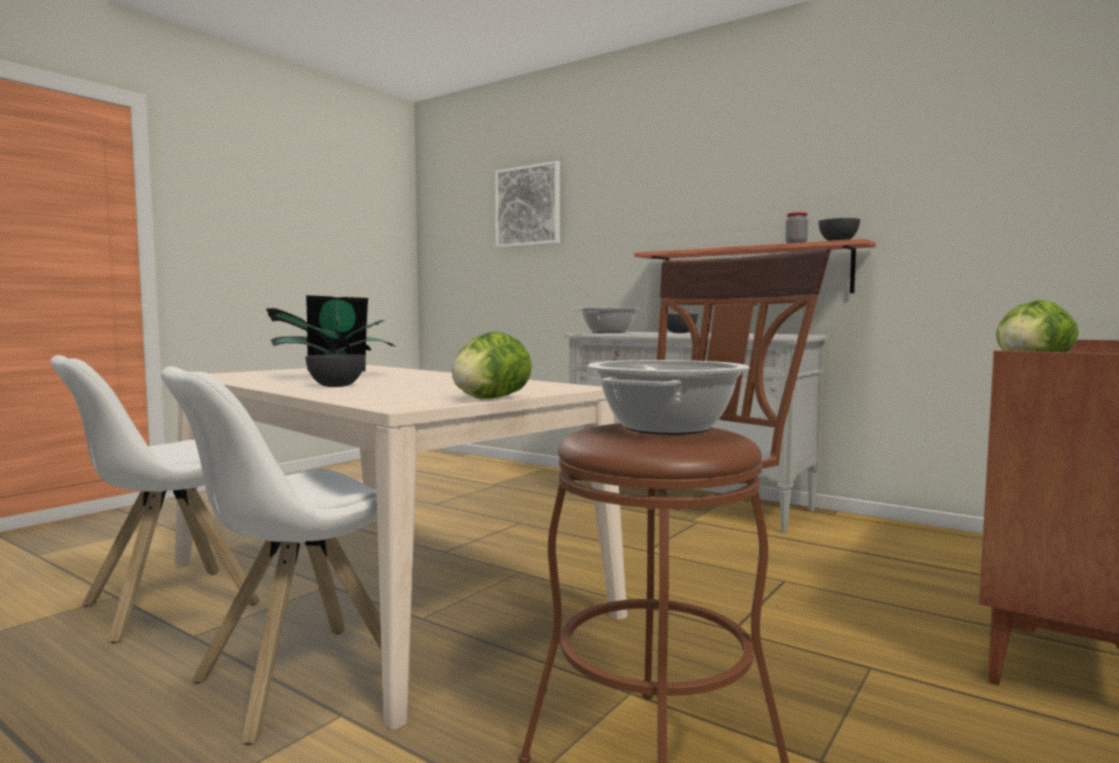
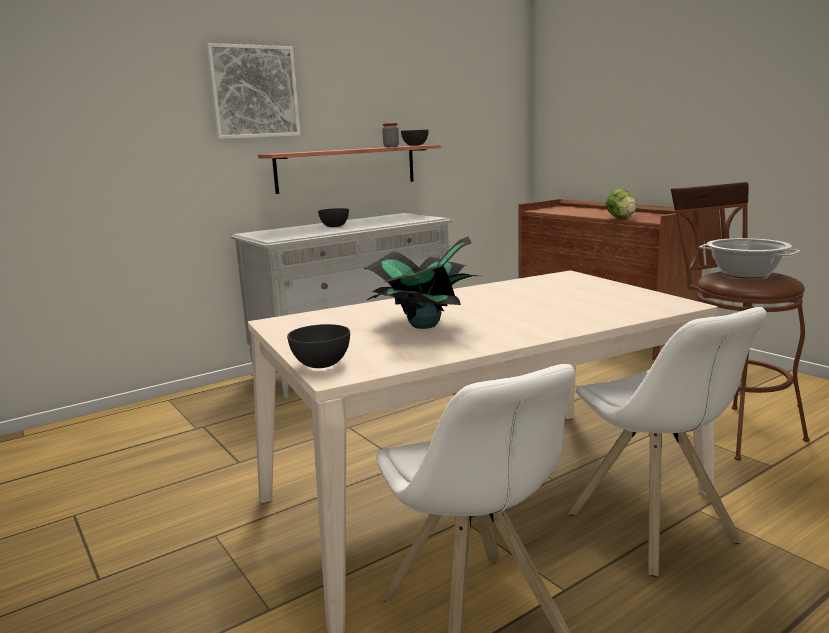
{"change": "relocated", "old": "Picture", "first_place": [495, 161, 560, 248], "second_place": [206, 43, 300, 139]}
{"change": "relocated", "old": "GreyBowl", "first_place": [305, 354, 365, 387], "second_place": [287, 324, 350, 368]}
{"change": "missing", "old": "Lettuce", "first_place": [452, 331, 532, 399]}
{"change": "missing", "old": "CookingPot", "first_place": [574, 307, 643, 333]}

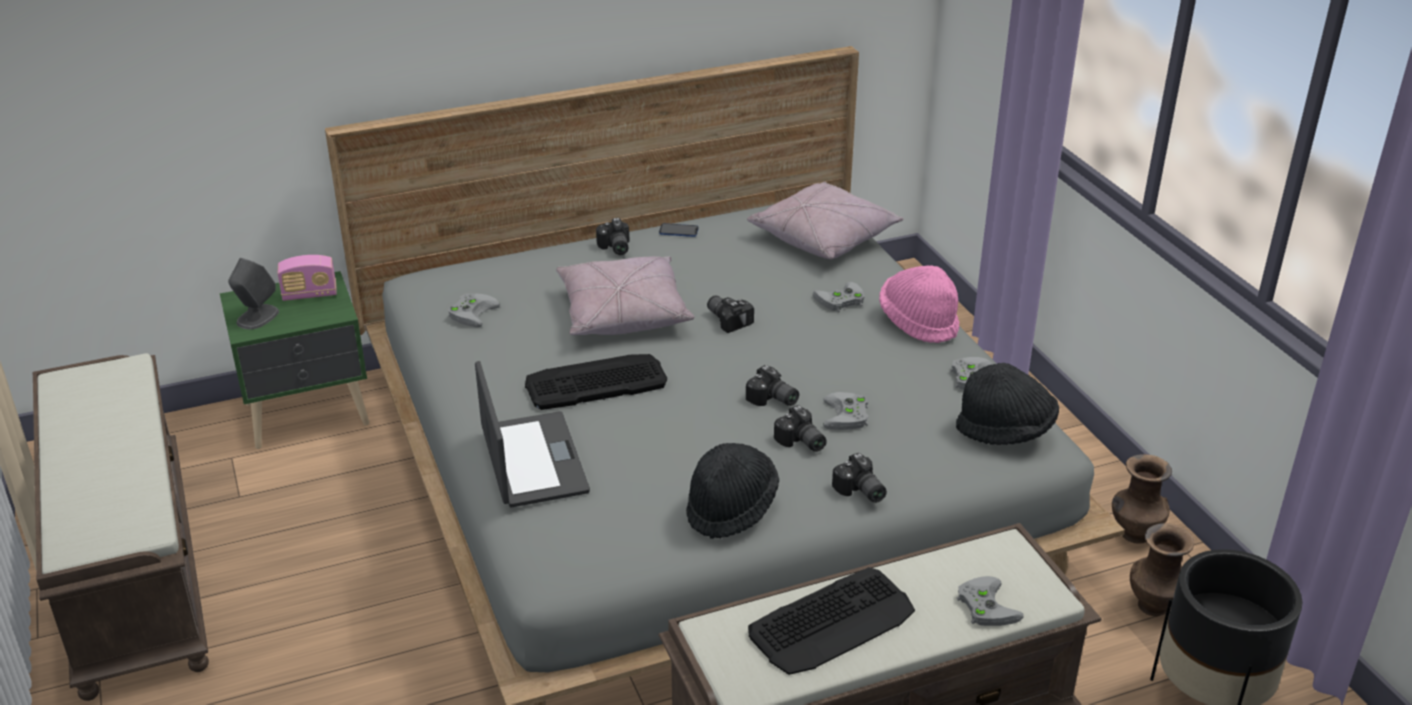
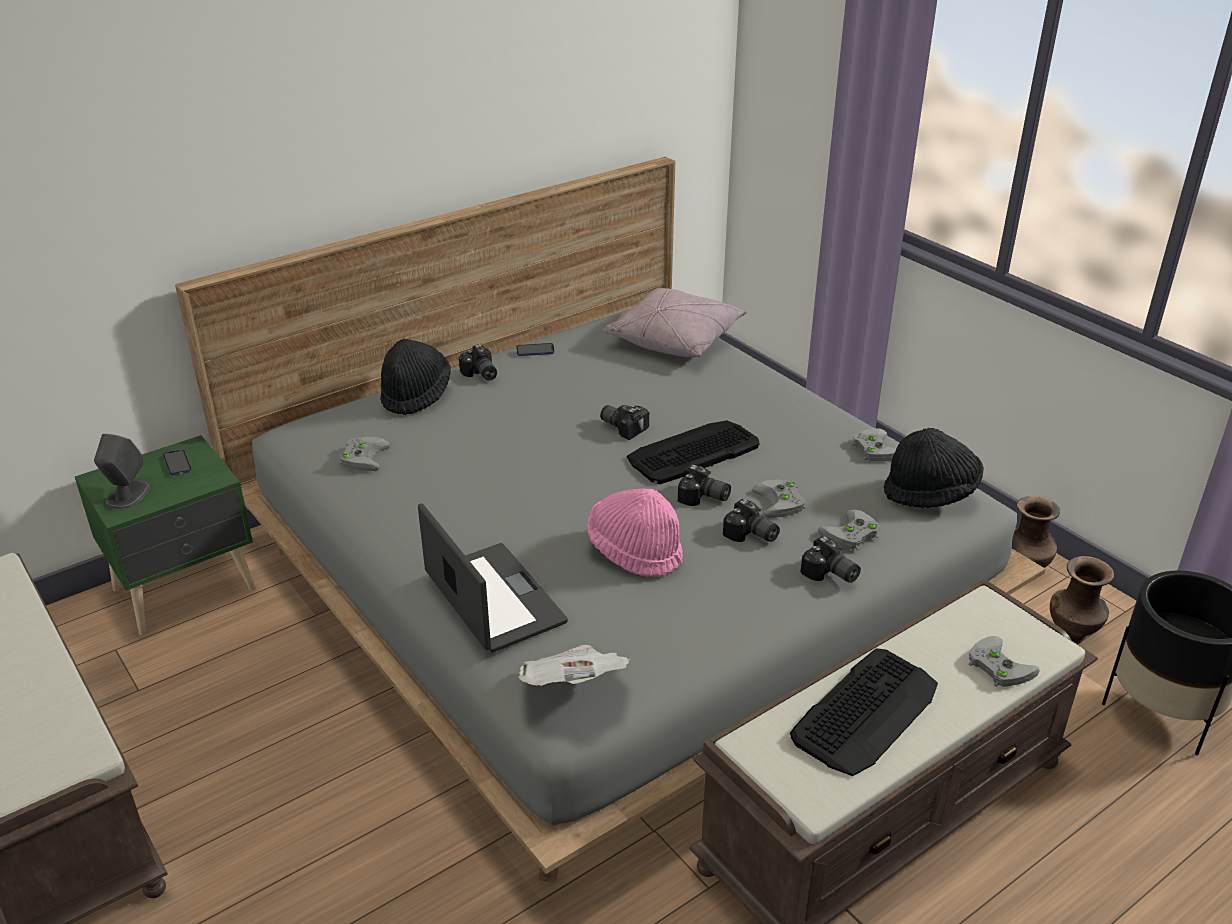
{"change": "exchanged", "old": "Radio", "new": "Phone", "first_place": [277, 255, 337, 301], "second_place": [163, 450, 192, 475]}
{"change": "relocated", "old": "BlackHat", "first_place": [686, 443, 779, 539], "second_place": [381, 339, 451, 415]}
{"change": "appeared", "new": "Newspaper", "second_place": [519, 645, 630, 686]}
{"change": "relocated", "old": "PinkHat", "first_place": [879, 265, 959, 343], "second_place": [587, 488, 683, 577]}
{"change": "relocated", "old": "Keyboard", "first_place": [525, 354, 667, 410], "second_place": [627, 420, 760, 484]}
{"change": "relocated", "old": "GreyGameController", "first_place": [813, 282, 865, 312], "second_place": [818, 509, 880, 550]}
{"change": "missing", "old": "PurplePillow", "first_place": [556, 256, 694, 335]}

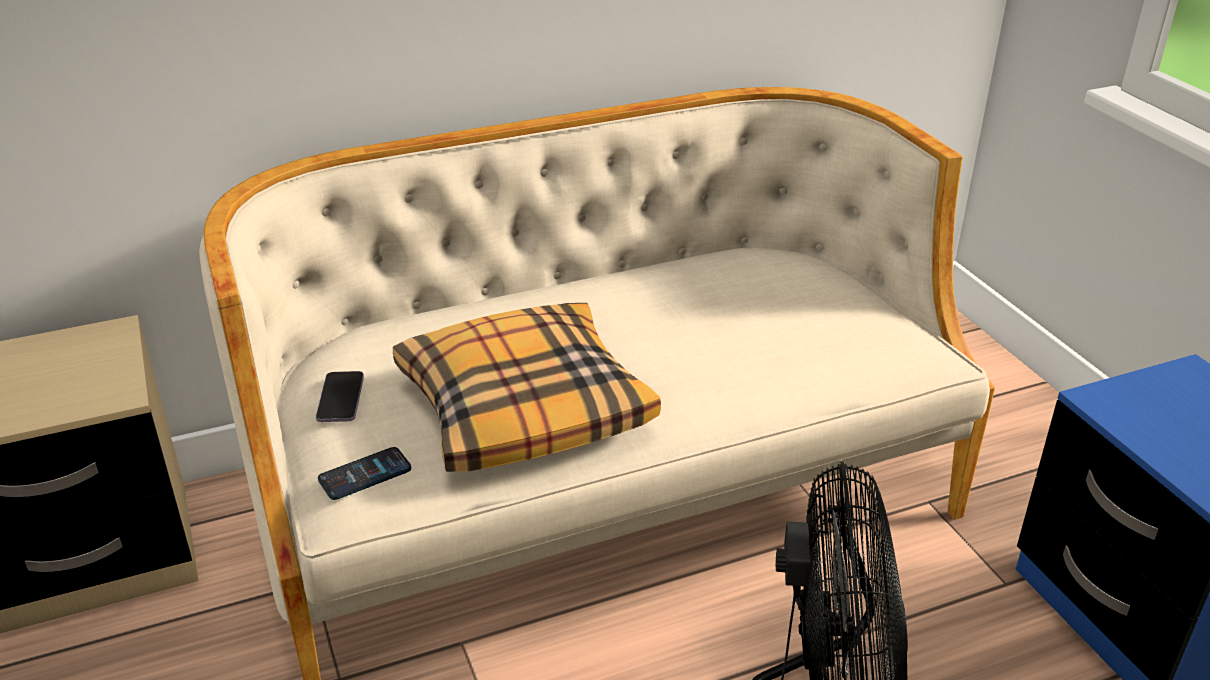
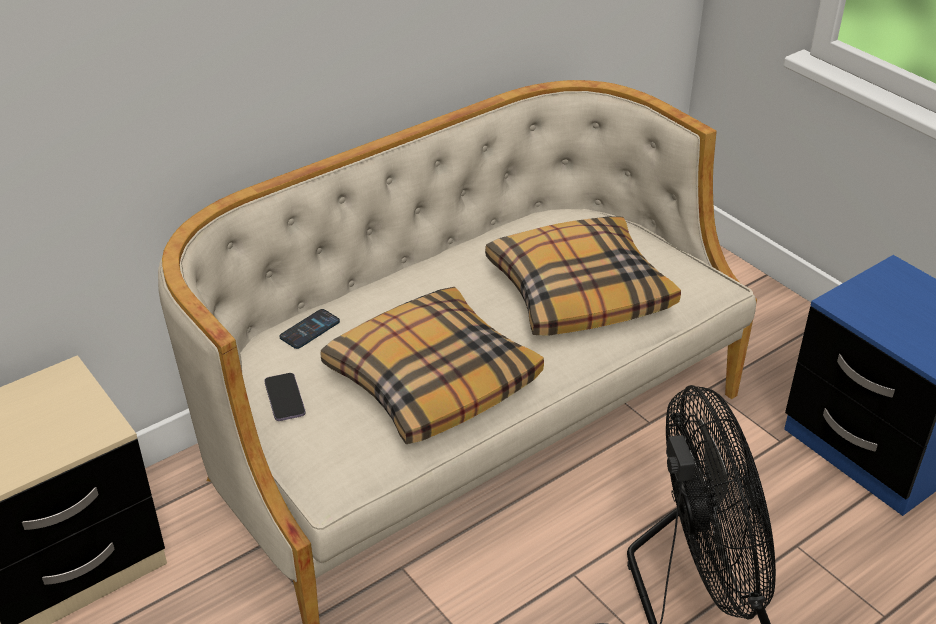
{"change": "relocated", "old": "Phone", "first_place": [318, 447, 411, 500], "second_place": [279, 309, 340, 349]}
{"change": "appeared", "new": "Pillow", "second_place": [485, 216, 681, 336]}

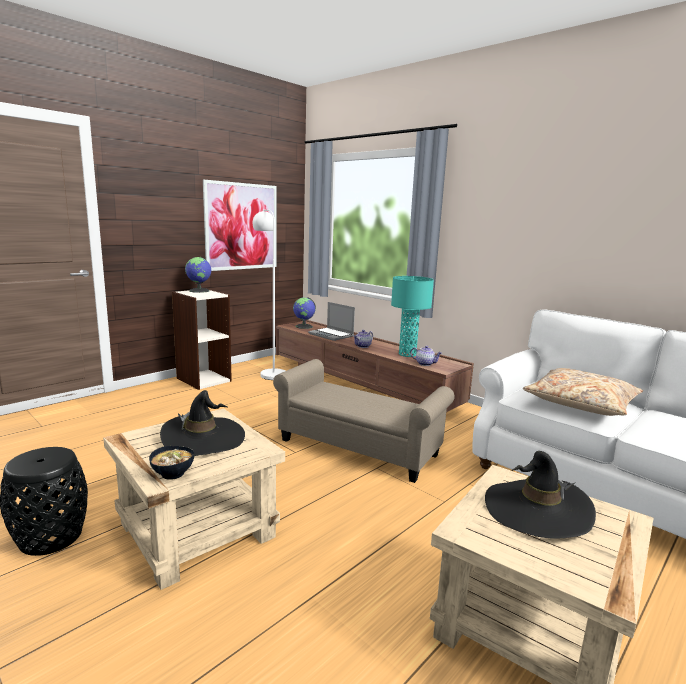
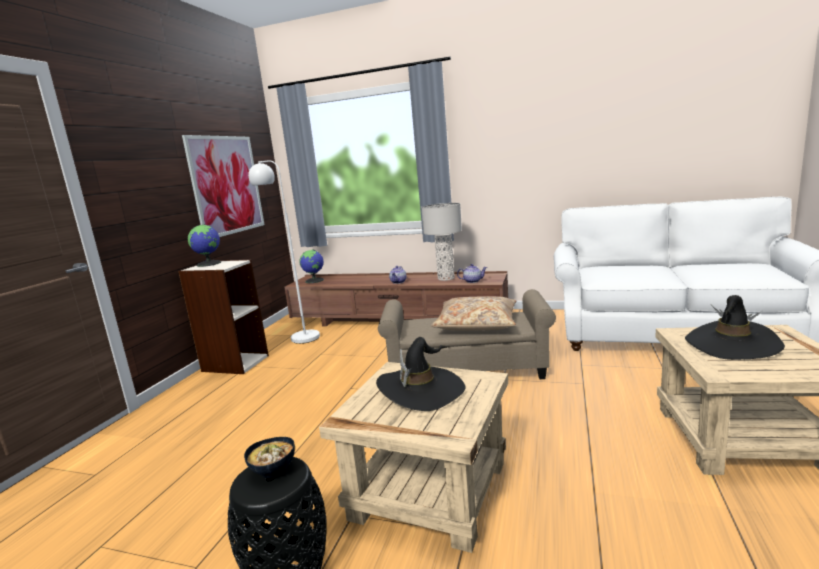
{"change": "relocated", "old": "Bowl", "first_place": [149, 446, 194, 480], "second_place": [244, 437, 295, 478]}
{"change": "colour", "old": "TurquoiseTableLamp", "new": "WhiteTableLamp", "first_place": [391, 276, 434, 357], "second_place": [421, 203, 462, 281]}
{"change": "relocated", "old": "BeigePillow", "first_place": [523, 368, 643, 416], "second_place": [431, 296, 516, 331]}
{"change": "missing", "old": "Laptop", "first_place": [308, 302, 355, 341]}

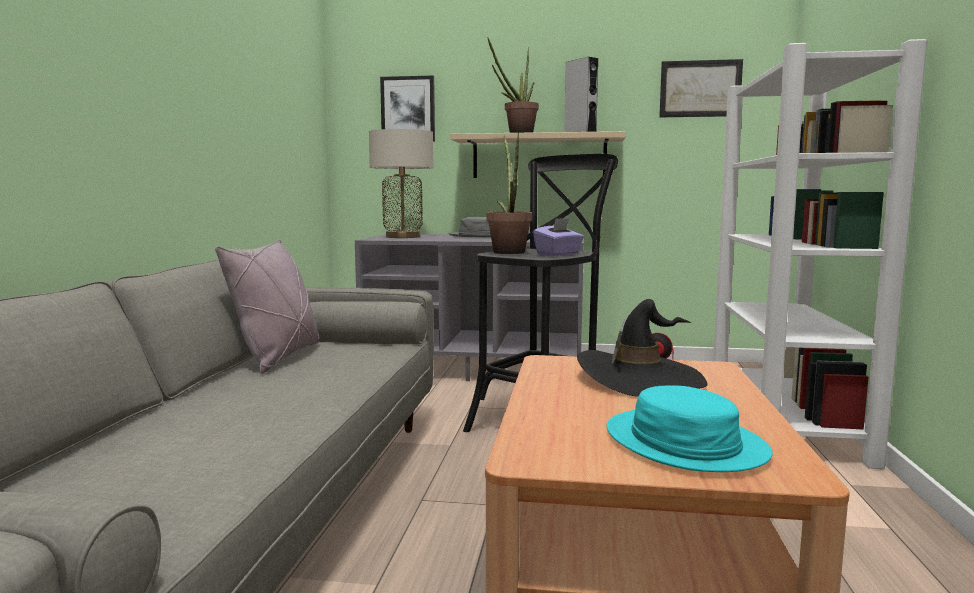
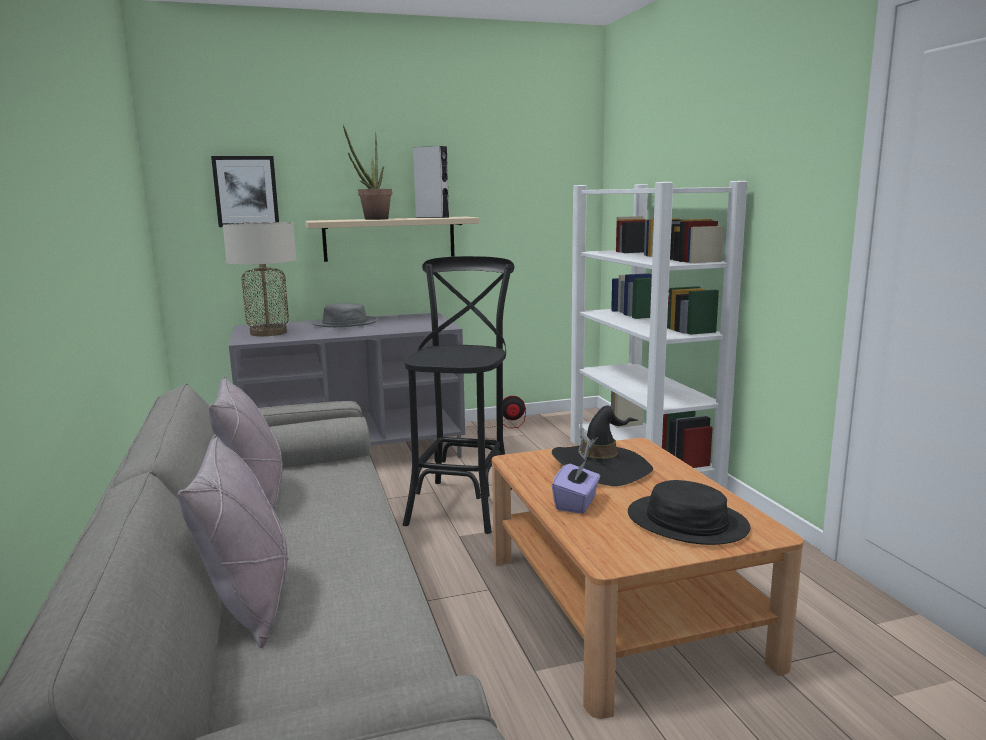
{"change": "appeared", "new": "PurplePillow", "second_place": [178, 434, 289, 648]}
{"change": "relocated", "old": "PurpleTissueBox", "first_place": [533, 218, 584, 256], "second_place": [552, 460, 600, 514]}
{"change": "colour", "old": "TurquoiseHat", "new": "BlackHat", "first_place": [607, 385, 773, 472], "second_place": [628, 480, 750, 545]}
{"change": "missing", "old": "PottedPlant", "first_place": [486, 132, 532, 254]}
{"change": "missing", "old": "Picture", "first_place": [659, 59, 743, 117]}

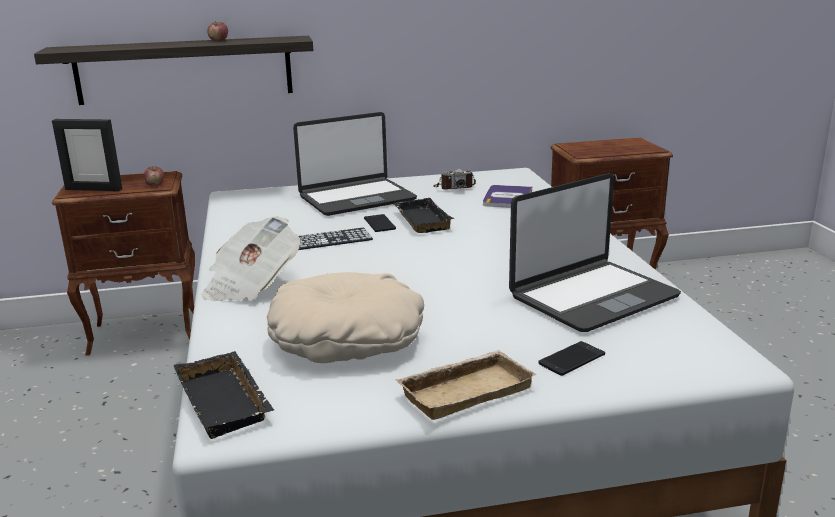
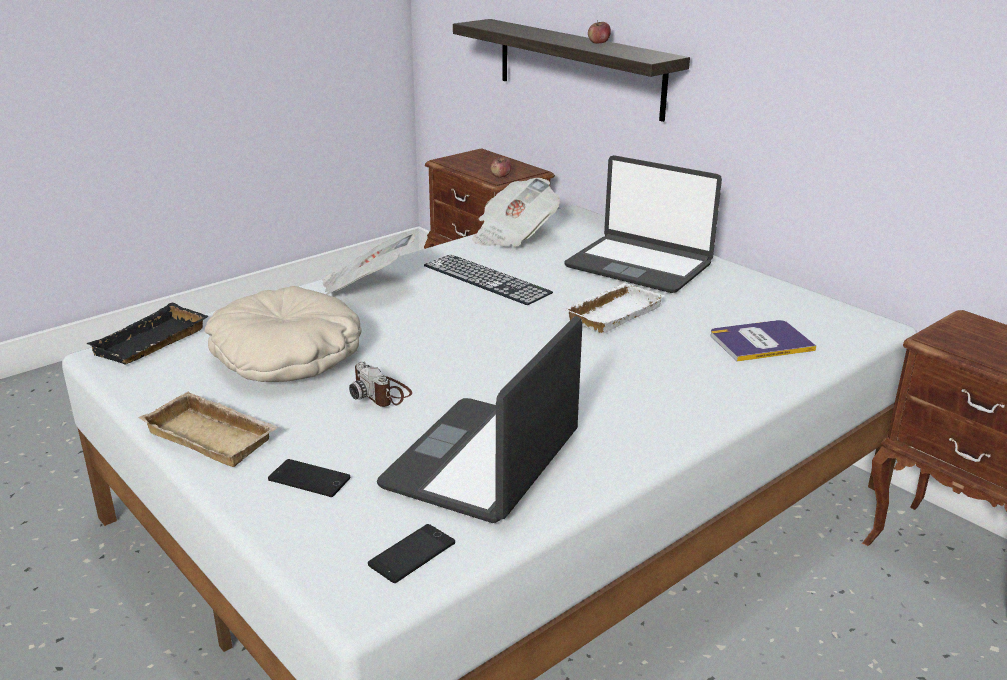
{"change": "relocated", "old": "PhotoCamera", "first_place": [433, 169, 476, 190], "second_place": [349, 361, 412, 407]}
{"change": "relocated", "old": "Phone", "first_place": [364, 214, 396, 232], "second_place": [368, 524, 455, 583]}
{"change": "spun", "old": "Laptop", "first_place": [509, 173, 681, 332], "second_place": [377, 316, 582, 523], "degrees": 90}
{"change": "appeared", "new": "Newspaper", "second_place": [472, 178, 560, 247]}
{"change": "colour", "old": "BlackTray", "new": "WhiteTray", "first_place": [393, 198, 454, 233], "second_place": [563, 283, 664, 334]}
{"change": "missing", "old": "PictureFrame", "first_place": [52, 119, 122, 191]}

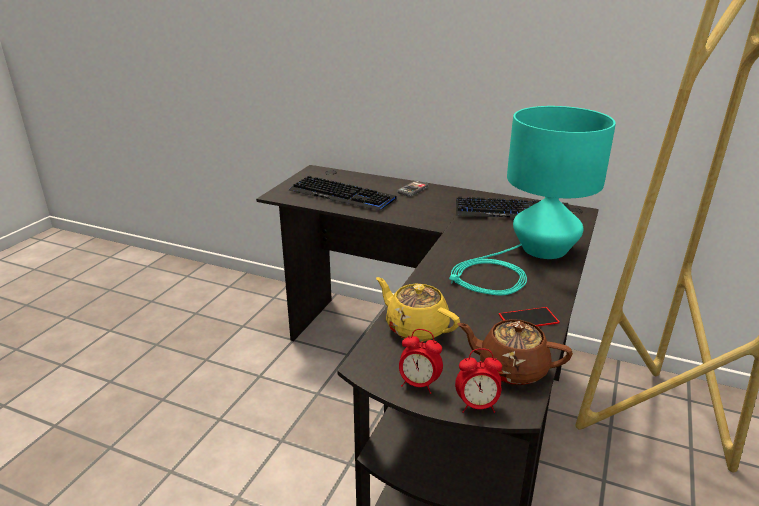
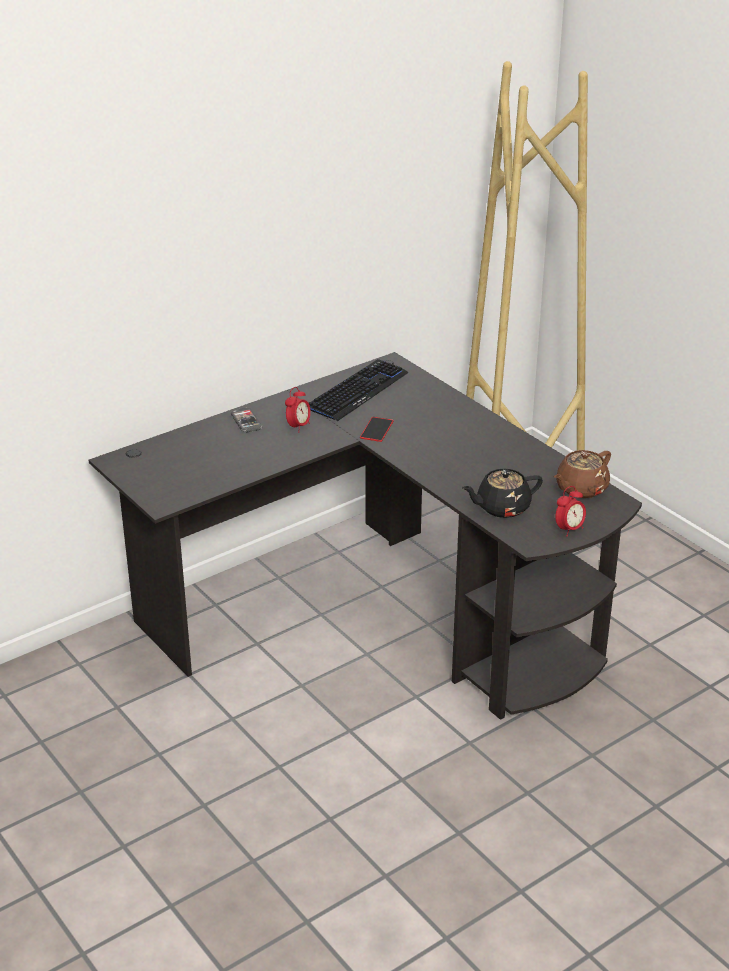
{"change": "relocated", "old": "AlarmClock", "first_place": [455, 348, 502, 413], "second_place": [285, 387, 311, 433]}
{"change": "relocated", "old": "Phone", "first_place": [499, 307, 560, 326], "second_place": [360, 417, 394, 442]}
{"change": "colour", "old": "YellowTeapot", "new": "BlackTeapot", "first_place": [376, 277, 460, 342], "second_place": [462, 469, 543, 518]}
{"change": "missing", "old": "Keyboard", "first_place": [288, 176, 397, 211]}
{"change": "missing", "old": "TurquoiseTableLamp", "first_place": [449, 106, 616, 295]}

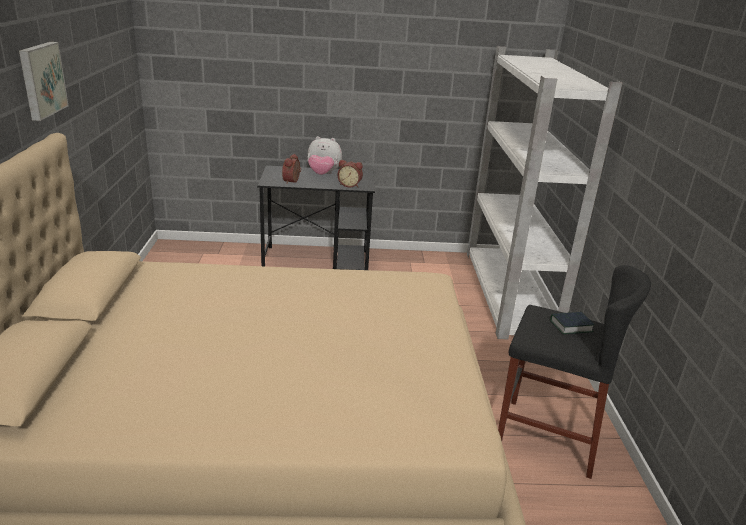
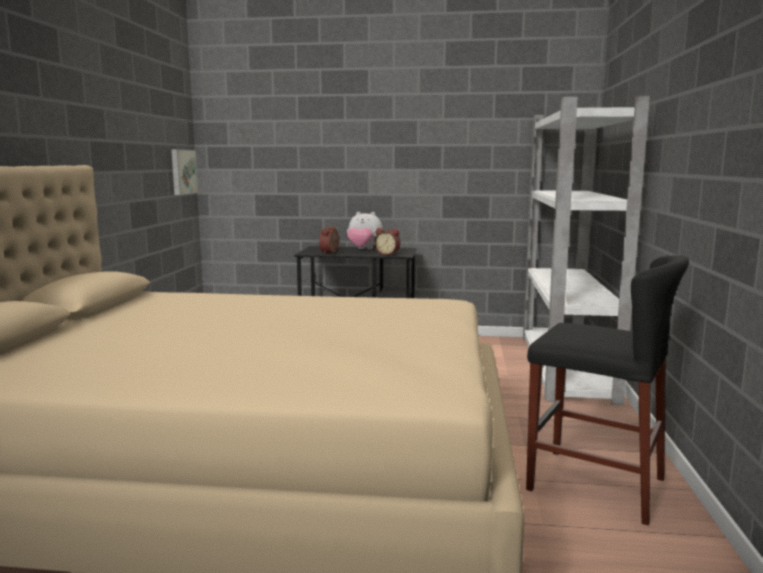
{"change": "relocated", "old": "Picture", "first_place": [19, 42, 69, 121], "second_place": [171, 149, 198, 195]}
{"change": "missing", "old": "Book", "first_place": [550, 312, 595, 334]}

